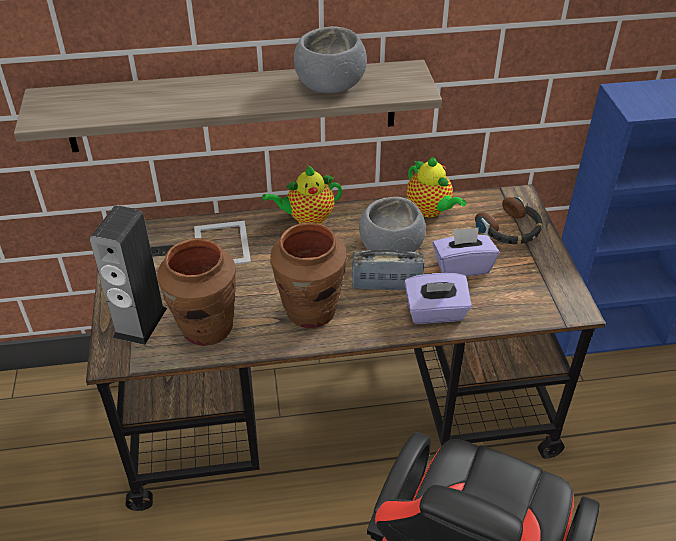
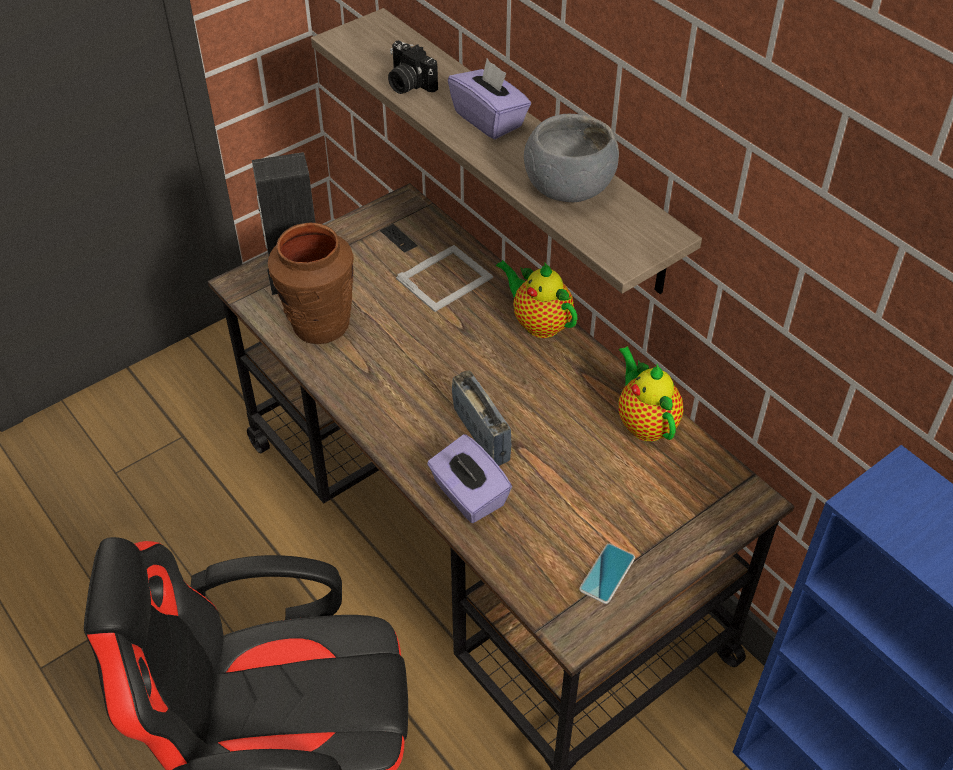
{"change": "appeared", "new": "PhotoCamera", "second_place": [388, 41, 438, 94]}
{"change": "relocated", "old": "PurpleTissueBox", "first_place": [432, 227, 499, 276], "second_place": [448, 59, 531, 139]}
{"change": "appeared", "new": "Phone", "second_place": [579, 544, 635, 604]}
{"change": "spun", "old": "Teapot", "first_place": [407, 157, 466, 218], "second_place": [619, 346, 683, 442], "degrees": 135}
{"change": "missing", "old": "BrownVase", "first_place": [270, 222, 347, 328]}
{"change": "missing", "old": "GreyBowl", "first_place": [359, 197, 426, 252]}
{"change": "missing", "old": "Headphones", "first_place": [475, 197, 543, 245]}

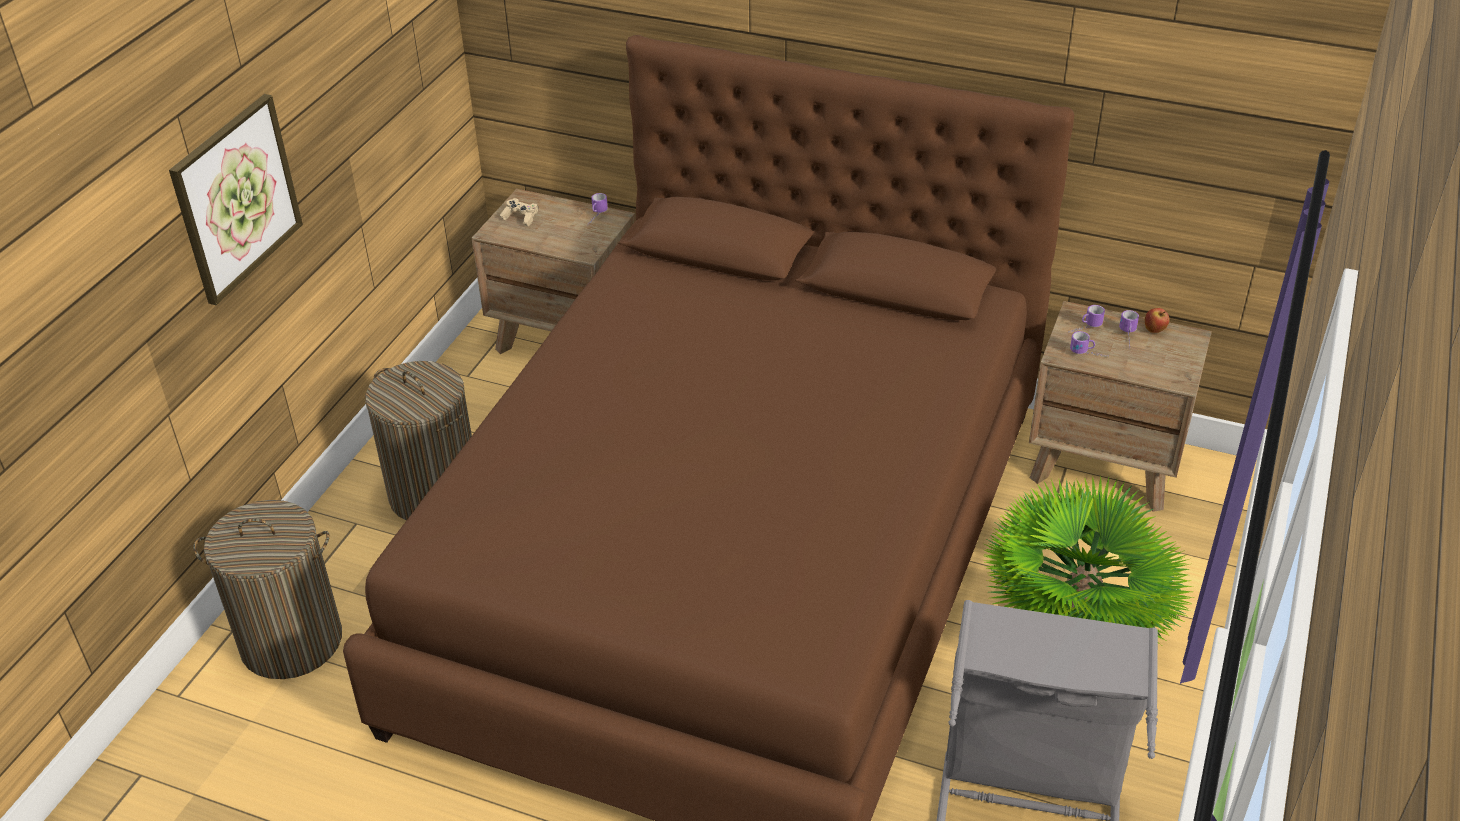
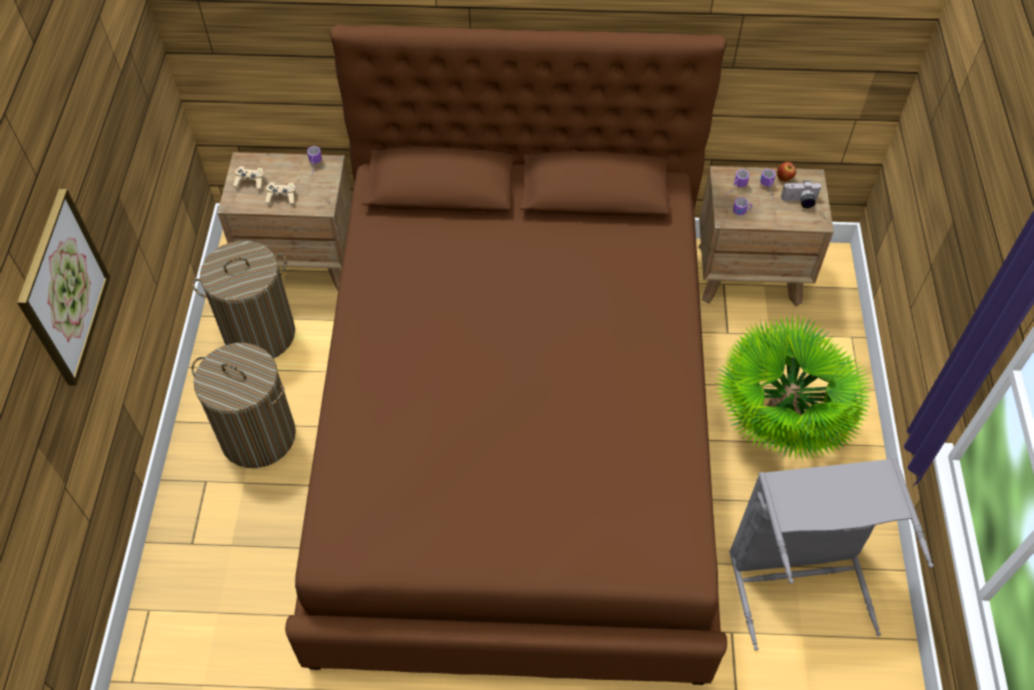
{"change": "relocated", "old": "LaundryBasket", "first_place": [193, 500, 342, 679], "second_place": [192, 241, 295, 359]}
{"change": "appeared", "new": "BeigeGameController", "second_place": [265, 182, 296, 205]}
{"change": "appeared", "new": "PhotoCamera", "second_place": [781, 181, 821, 208]}

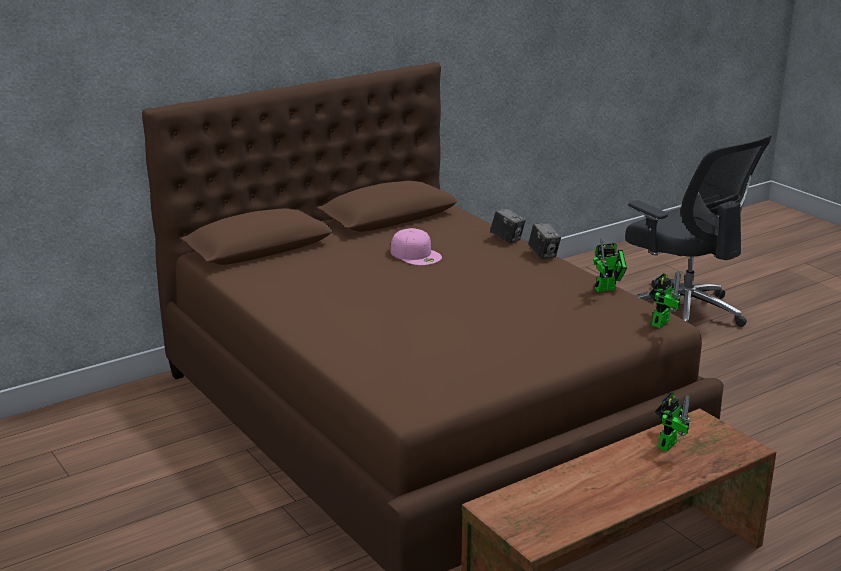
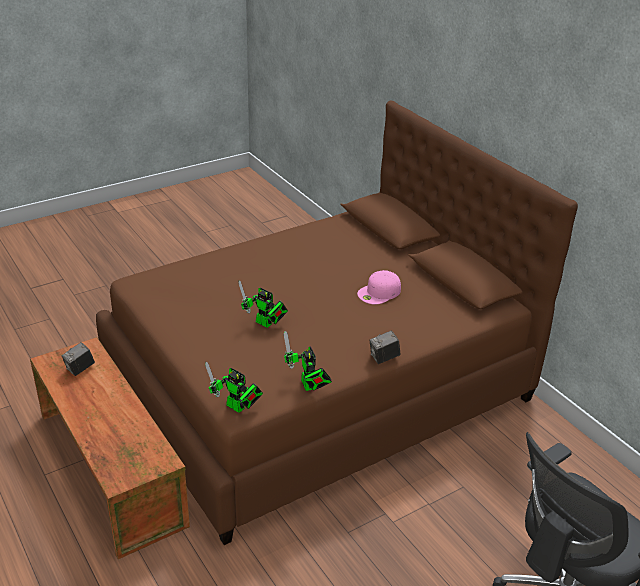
{"change": "relocated", "old": "PhotoCamera", "first_place": [490, 208, 526, 243], "second_place": [62, 342, 95, 376]}
{"change": "relocated", "old": "ToyRobot", "first_place": [655, 392, 691, 452], "second_place": [238, 281, 288, 328]}

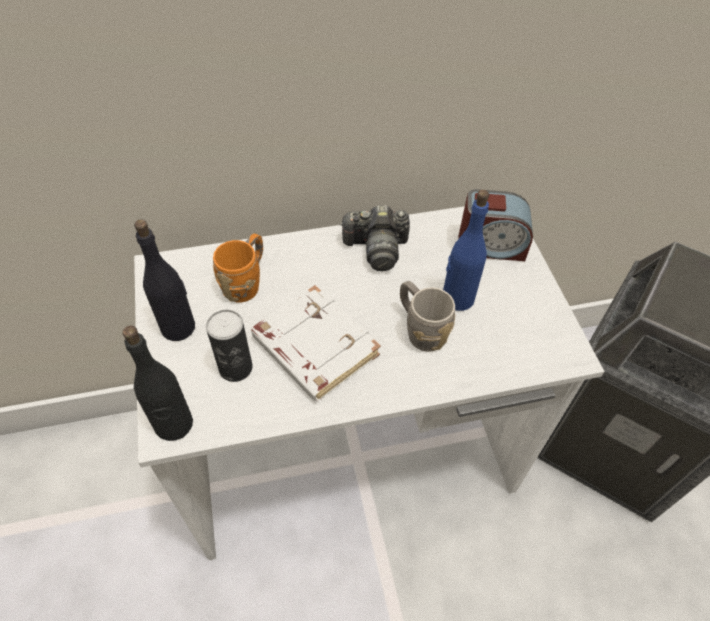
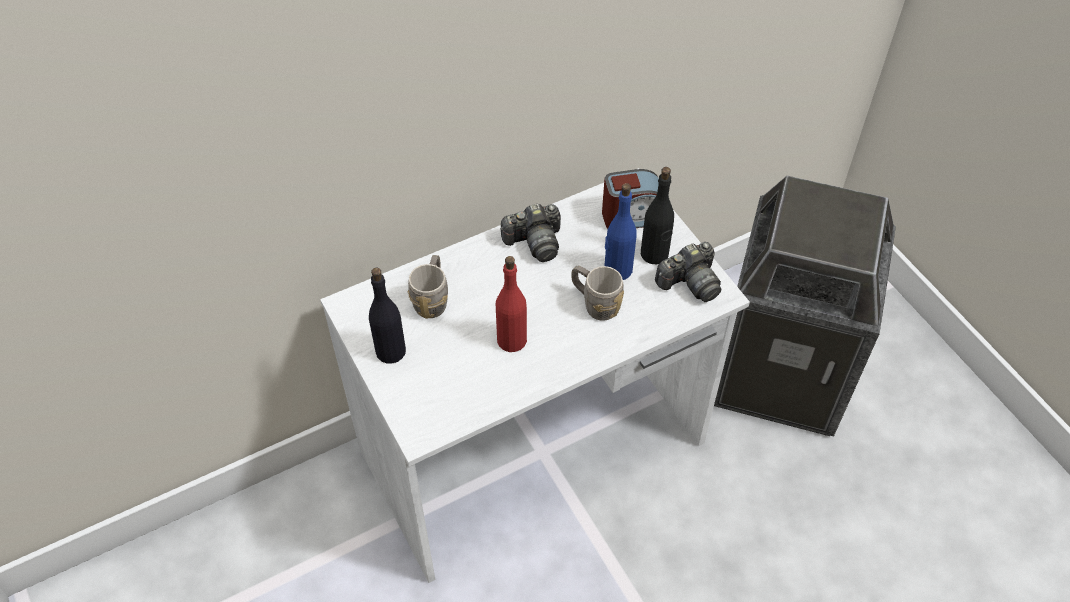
{"change": "colour", "old": "OrangeMug", "new": "GreyMug", "first_place": [213, 234, 263, 302], "second_place": [408, 255, 448, 319]}
{"change": "exchanged", "old": "WhiteBook", "new": "RedBottle", "first_place": [251, 285, 381, 402], "second_place": [496, 256, 527, 352]}
{"change": "relocated", "old": "BlackBottle", "first_place": [123, 326, 193, 441], "second_place": [641, 167, 674, 264]}
{"change": "appeared", "new": "PhotoCamera", "second_place": [655, 242, 721, 302]}
{"change": "missing", "old": "Can", "first_place": [206, 310, 253, 382]}

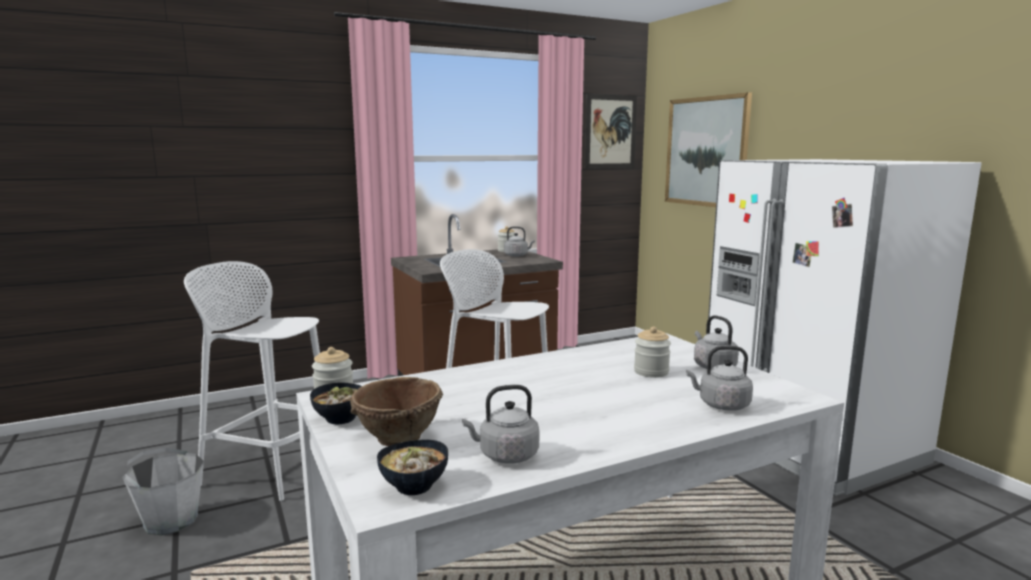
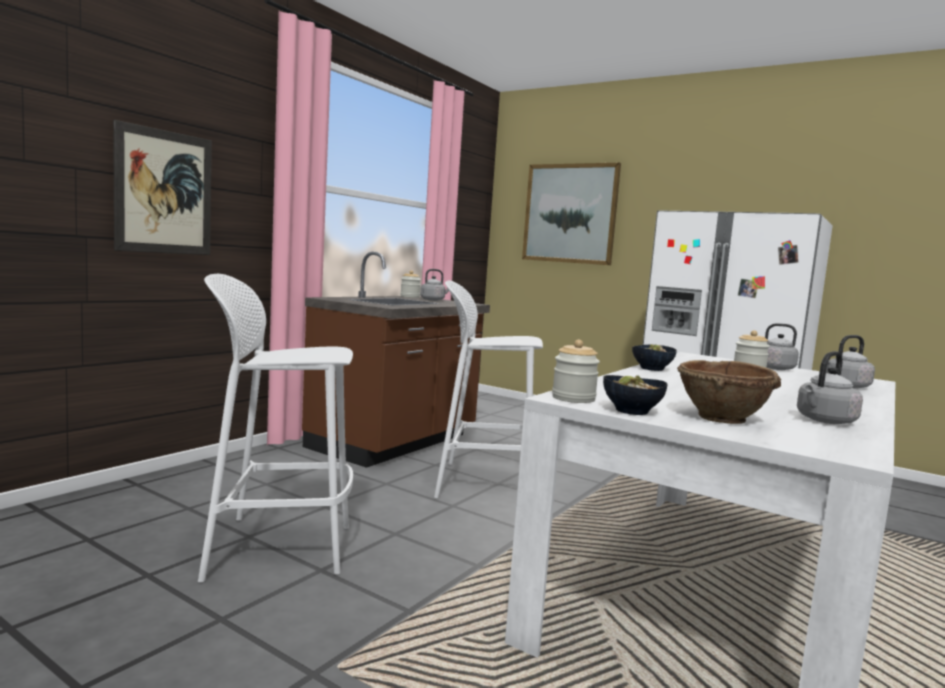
{"change": "relocated", "old": "Picture", "first_place": [584, 93, 637, 169], "second_place": [113, 120, 212, 255]}
{"change": "relocated", "old": "Bowl", "first_place": [377, 440, 448, 495], "second_place": [632, 344, 677, 371]}
{"change": "missing", "old": "GreyBucket", "first_place": [122, 448, 204, 536]}

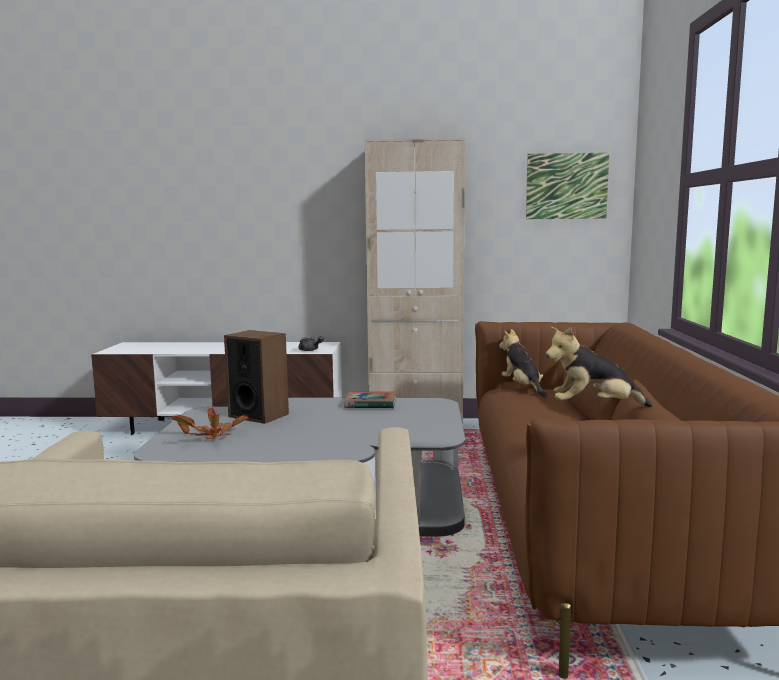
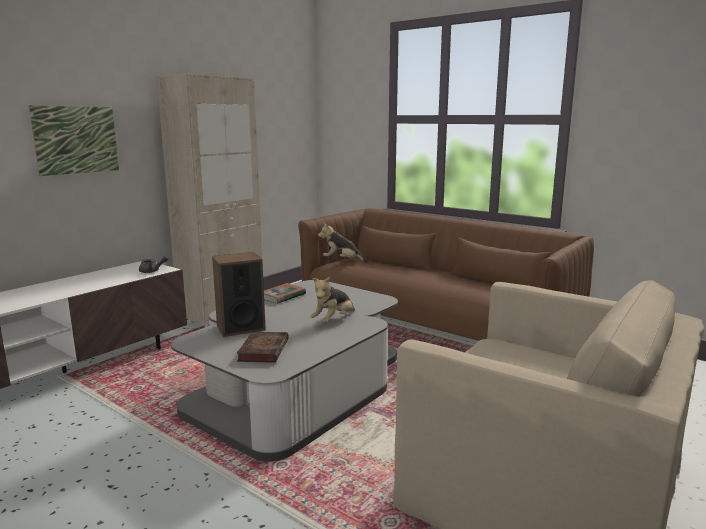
{"change": "relocated", "old": "Picture", "first_place": [526, 152, 609, 219], "second_place": [28, 106, 119, 176]}
{"change": "exchanged", "old": "PottedPlant", "new": "Book", "first_place": [171, 407, 249, 439], "second_place": [236, 332, 289, 363]}
{"change": "relocated", "old": "PlushToy", "first_place": [546, 327, 653, 407], "second_place": [310, 276, 355, 323]}

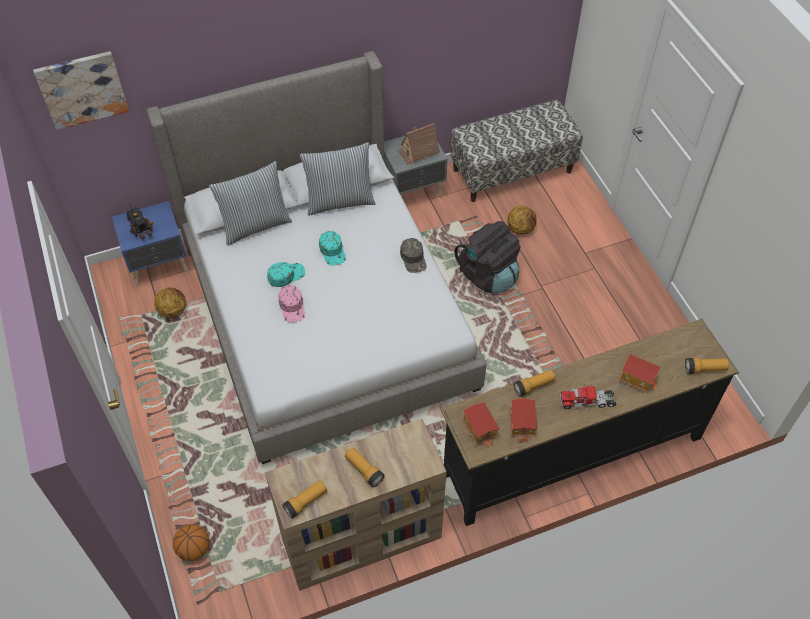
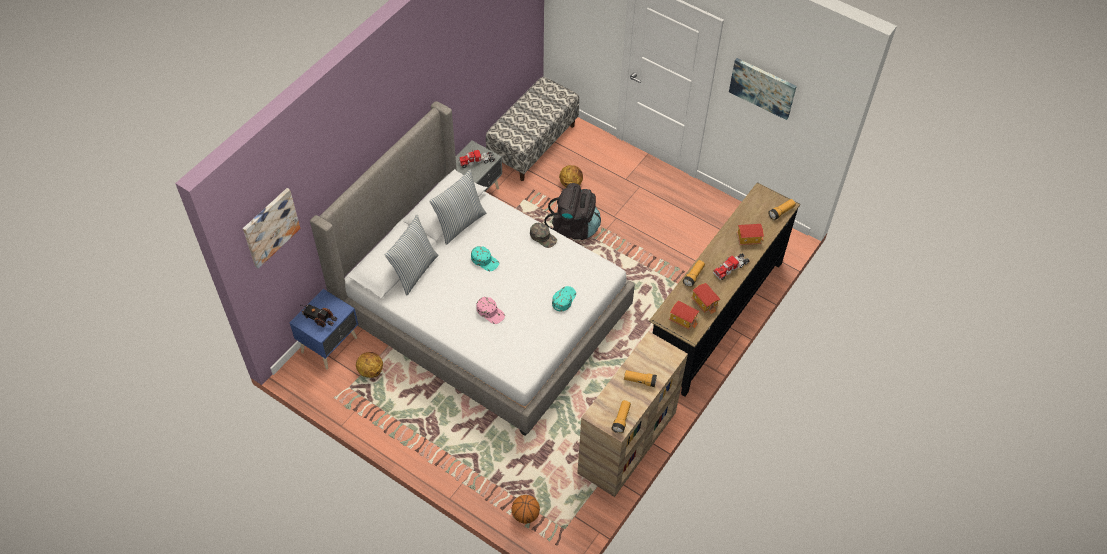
{"change": "exchanged", "old": "ToyHouse", "new": "ToyTruck", "first_place": [397, 123, 440, 165], "second_place": [459, 149, 495, 168]}
{"change": "relocated", "old": "TurquoiseCap", "first_place": [267, 262, 305, 287], "second_place": [552, 286, 576, 312]}
{"change": "appeared", "new": "Picture", "second_place": [729, 58, 797, 120]}

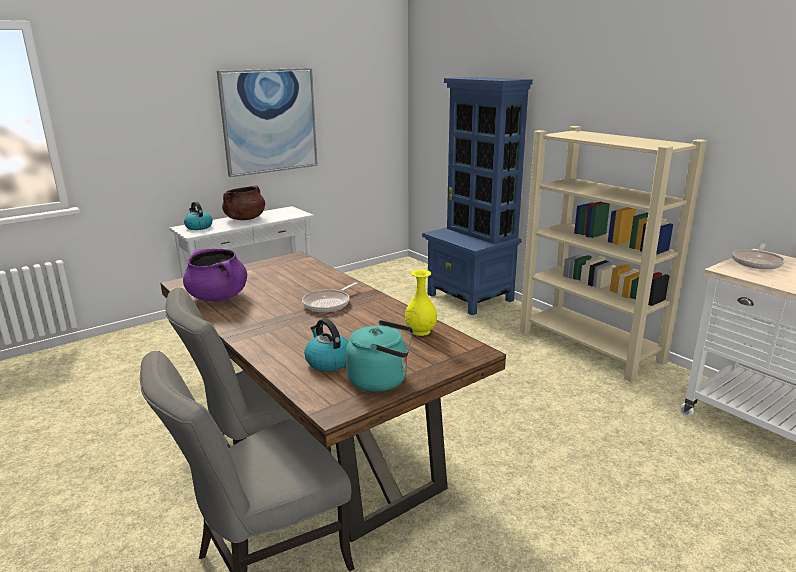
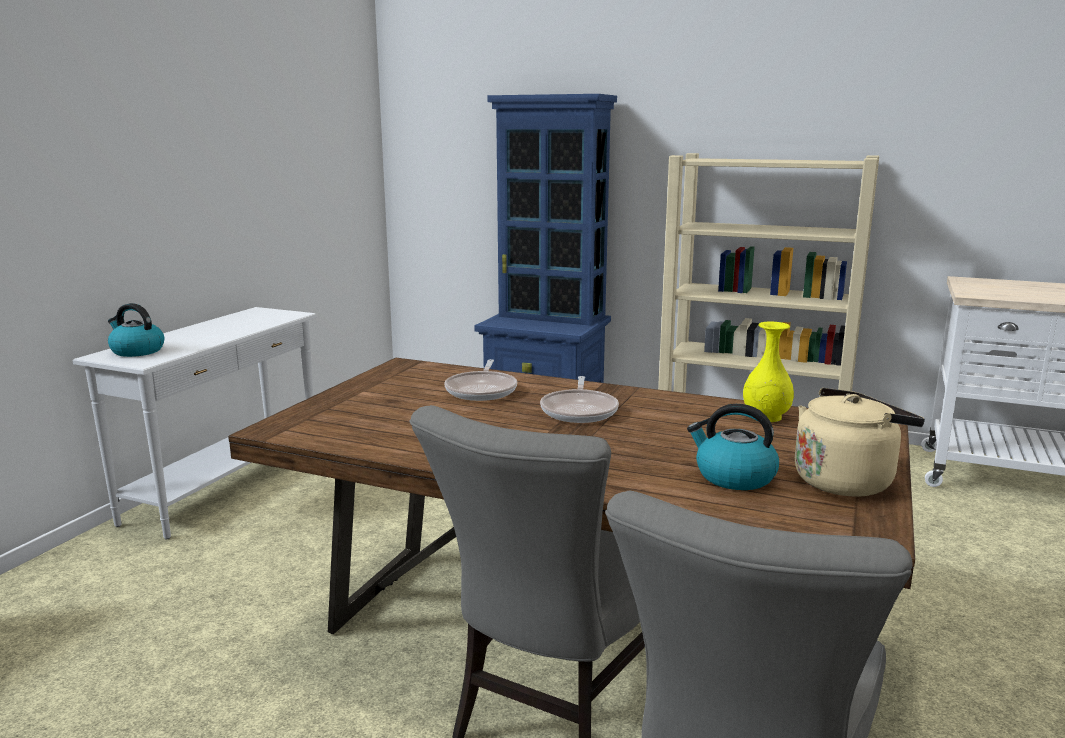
{"change": "relocated", "old": "FryingPan", "first_place": [732, 244, 785, 269], "second_place": [444, 359, 517, 401]}
{"change": "colour", "old": "TurquoiseKettle", "new": "BeigeKettle", "first_place": [346, 320, 413, 392], "second_place": [795, 388, 925, 497]}
{"change": "missing", "old": "PurpleCookingPot", "first_place": [183, 249, 247, 302]}
{"change": "missing", "old": "Picture", "first_place": [217, 68, 318, 177]}
{"change": "missing", "old": "BrownCookingPot", "first_place": [222, 185, 265, 220]}

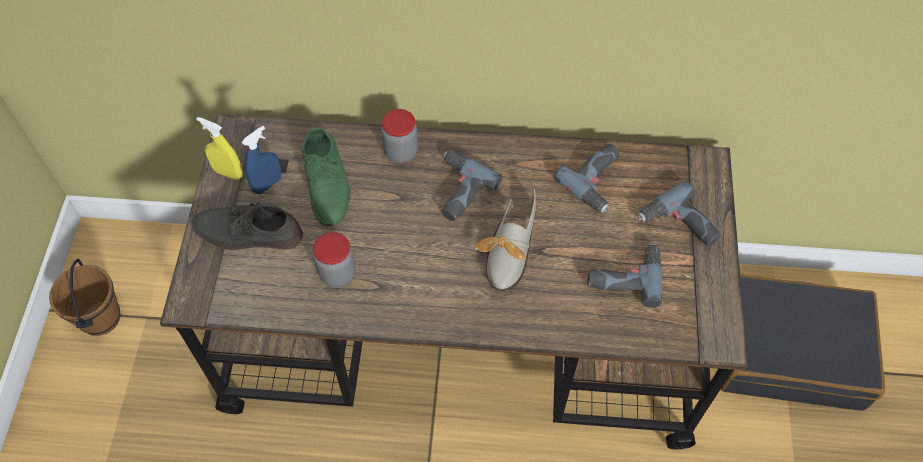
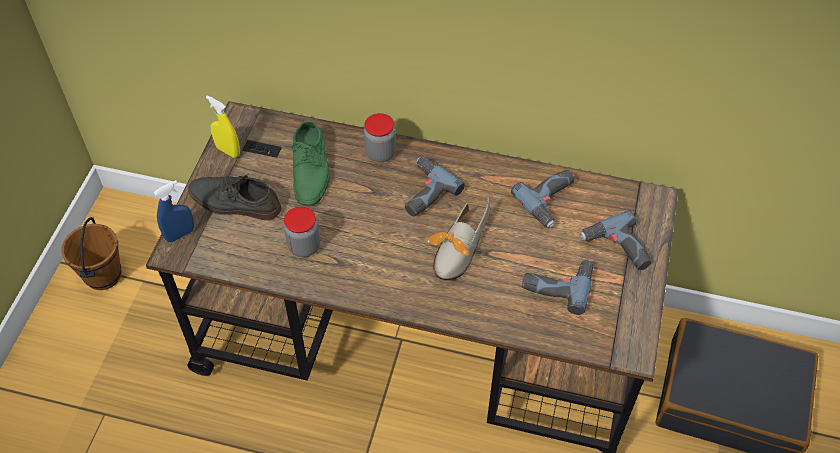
{"change": "relocated", "old": "BlueSprayBottle", "first_place": [242, 126, 281, 194], "second_place": [154, 180, 194, 242]}

